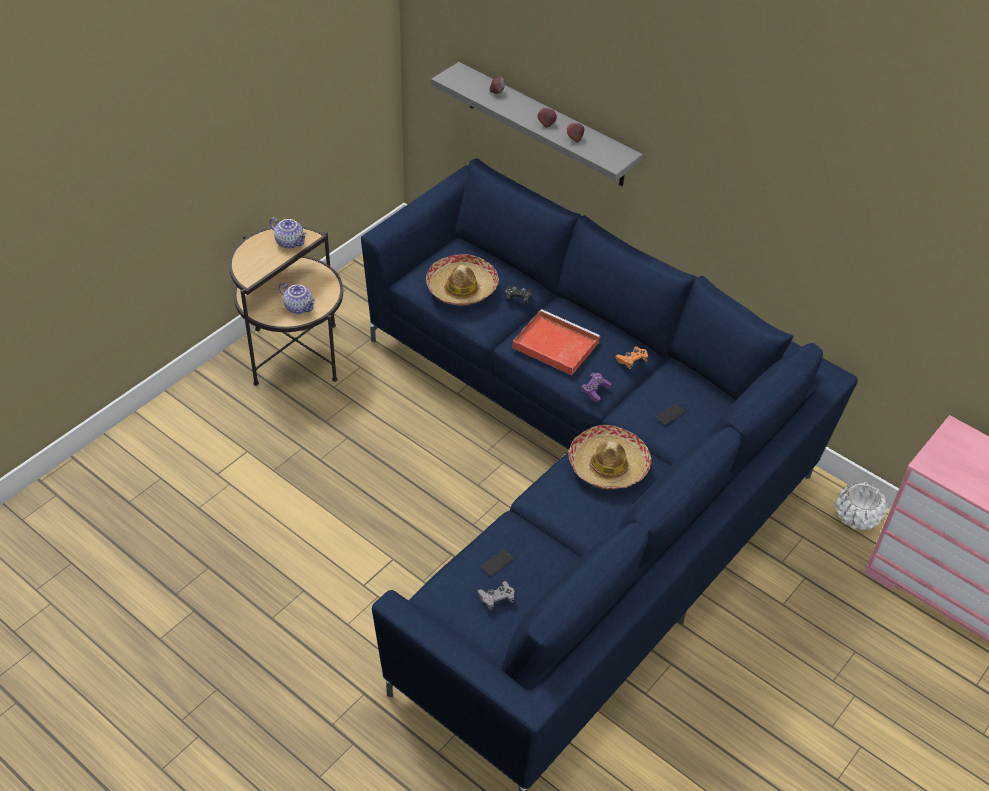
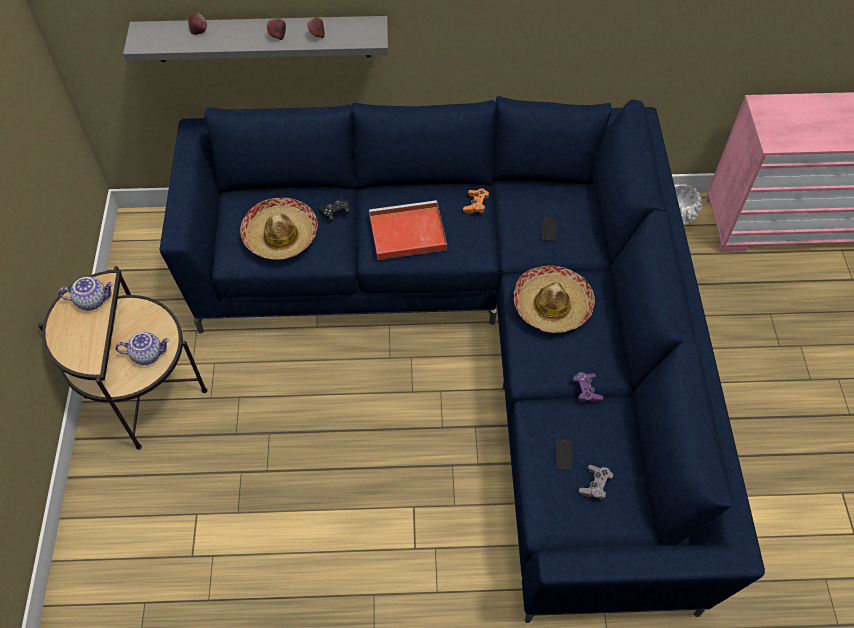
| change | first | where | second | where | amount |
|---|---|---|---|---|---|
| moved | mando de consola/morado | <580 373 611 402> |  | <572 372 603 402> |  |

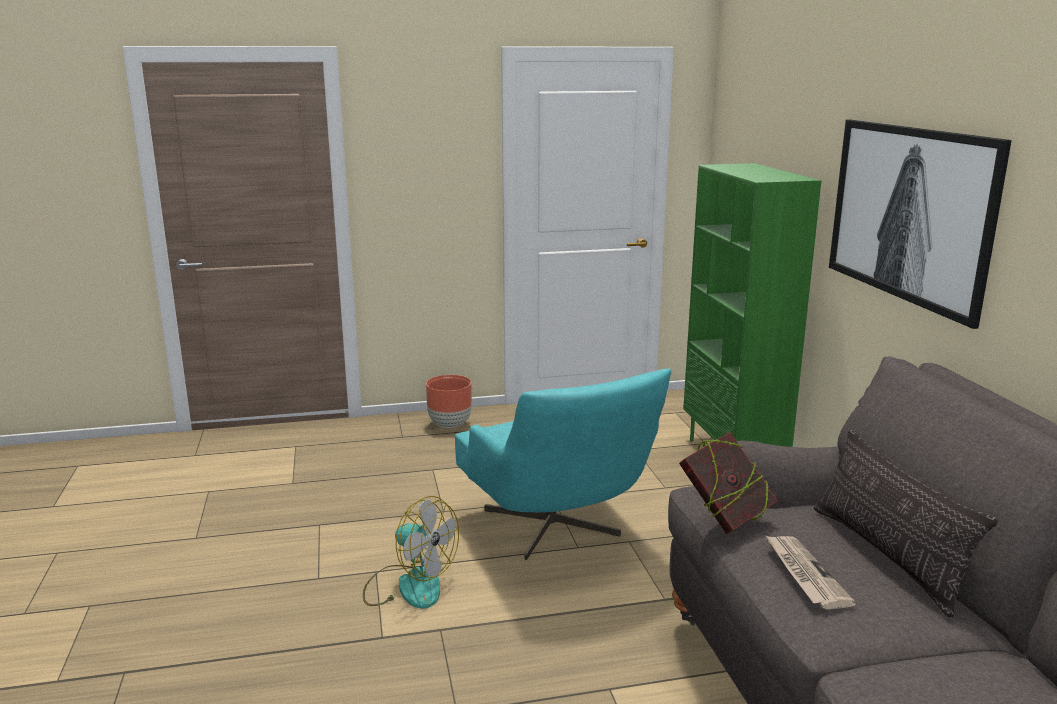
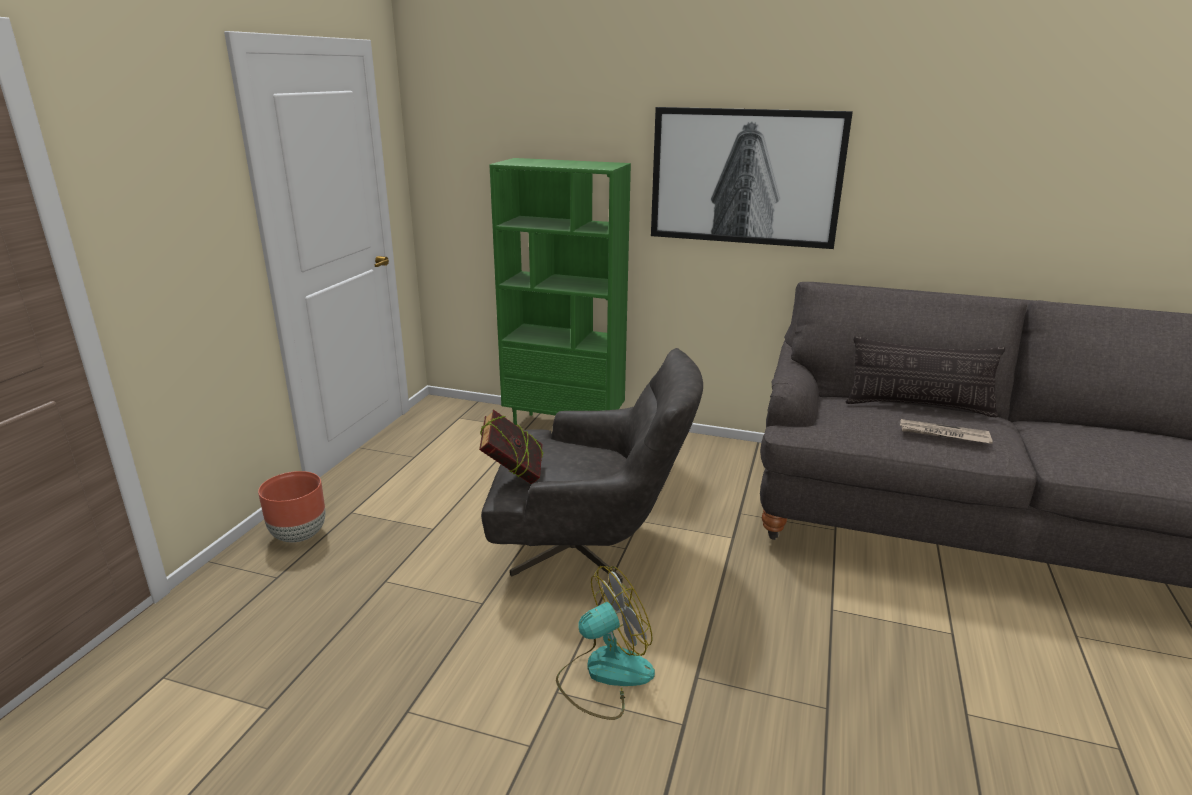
| change | first | where | second | where | amount |
|---|---|---|---|---|---|
| moved | libro | <679 432 778 534> |  | <479 409 543 484> |  |
| recoloured | sillón/turquesa | <455 368 671 560> | sillón/gris | <481 348 703 584> |  |

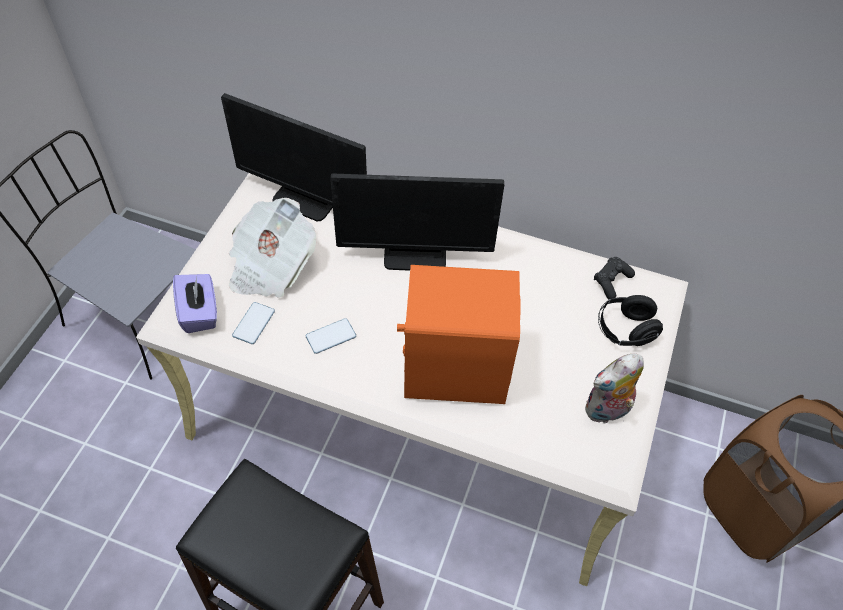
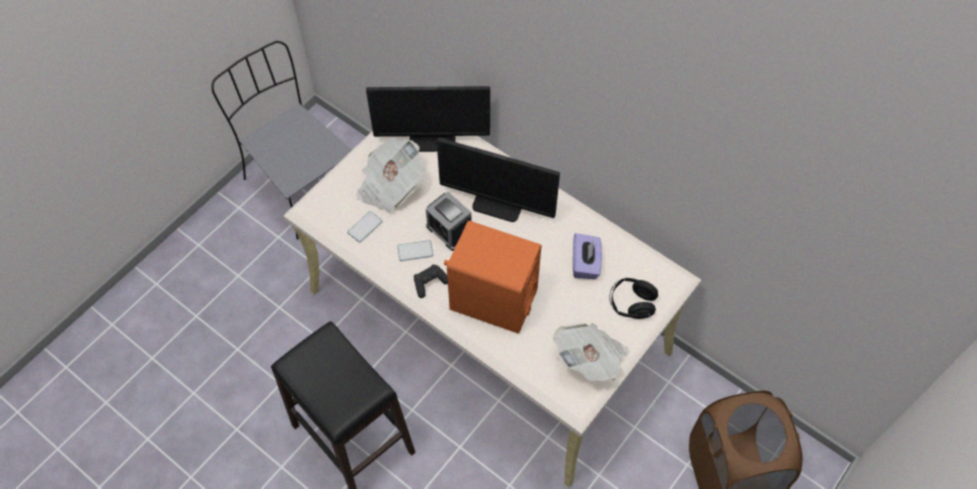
| change | first | where | second | where | amount |
|---|---|---|---|---|---|
| turned | monitor | <221 93 367 222> |  | <366 86 490 152> | 45 degrees counterclockwise |
| moved | mando de consola/negro | <594 257 635 299> |  | <414 264 448 298> |  |
| added |  |  | despertador | <426 192 472 251> |  |
| replaced | peluche | <585 354 644 424> | periódico | <553 323 629 381> |  |
| moved | caja de pañuelos/morado | <173 274 217 333> |  | <573 233 602 279> |  |

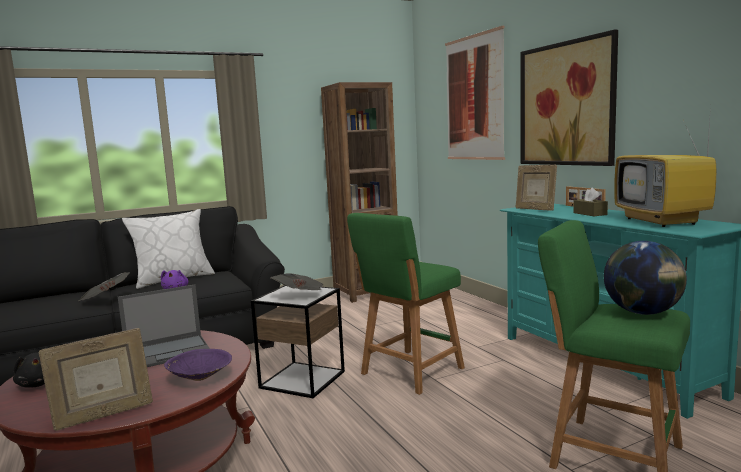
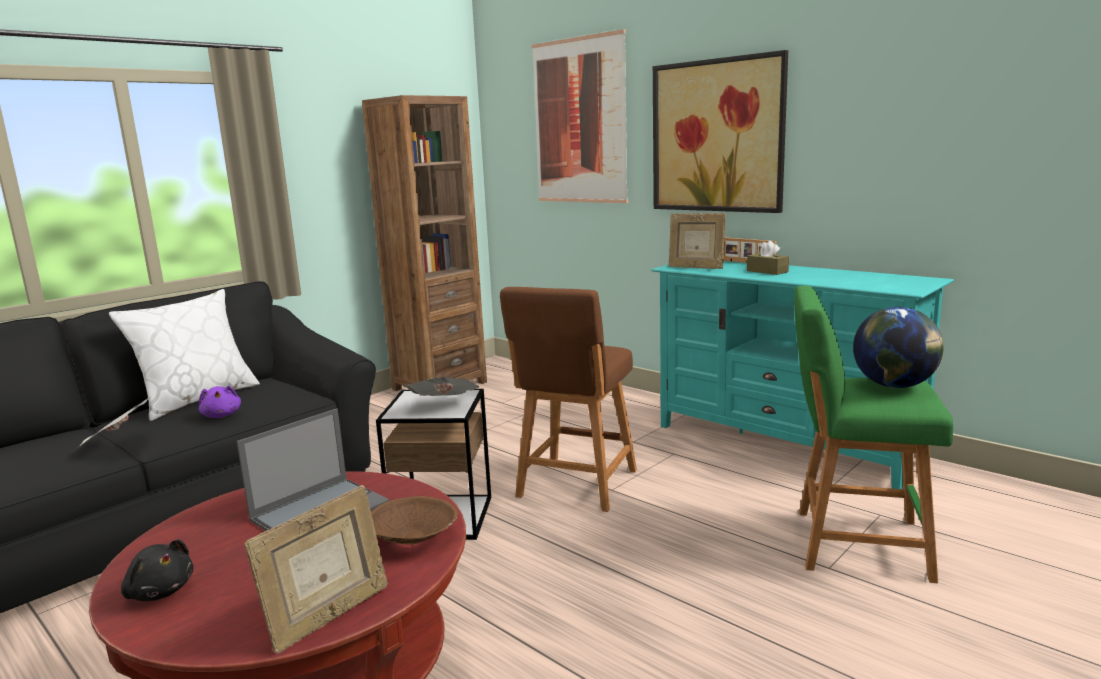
| change | first | where | second | where | amount |
|---|---|---|---|---|---|
| recoloured | cuenco/morado | <164 349 232 381> | cuenco/marrón | <371 496 458 545> |  |
| recoloured | taburete/verde | <347 213 465 395> | taburete/marrón | <500 287 637 512> |  |
| removed | televisor | <614 106 716 227> |  |  |  |

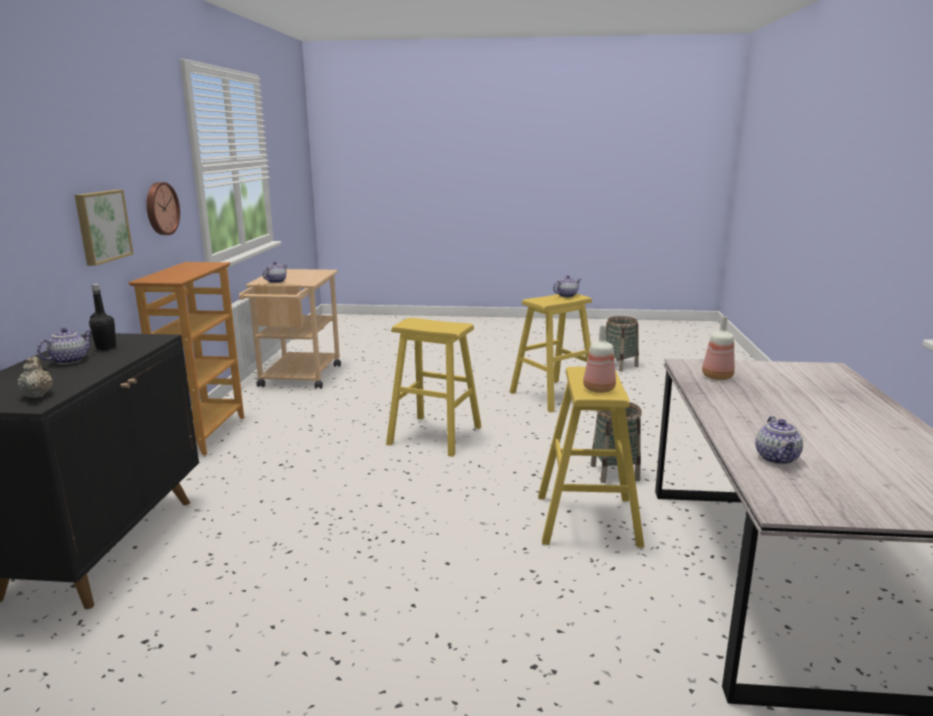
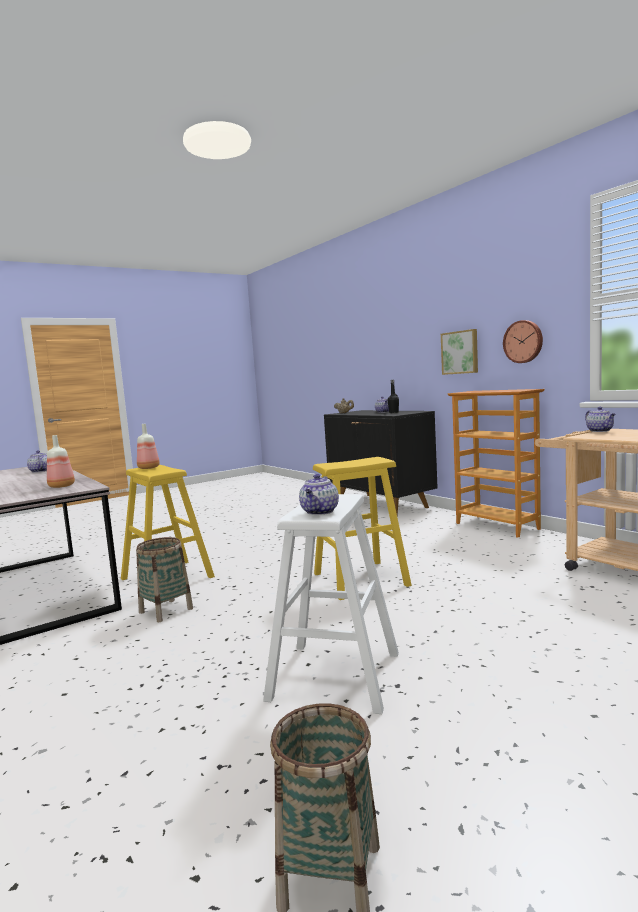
| change | first | where | second | where | amount |
|---|---|---|---|---|---|
| recoloured | taburete/amarillo | <510 294 592 412> | taburete/blanco | <263 494 399 714> |  |

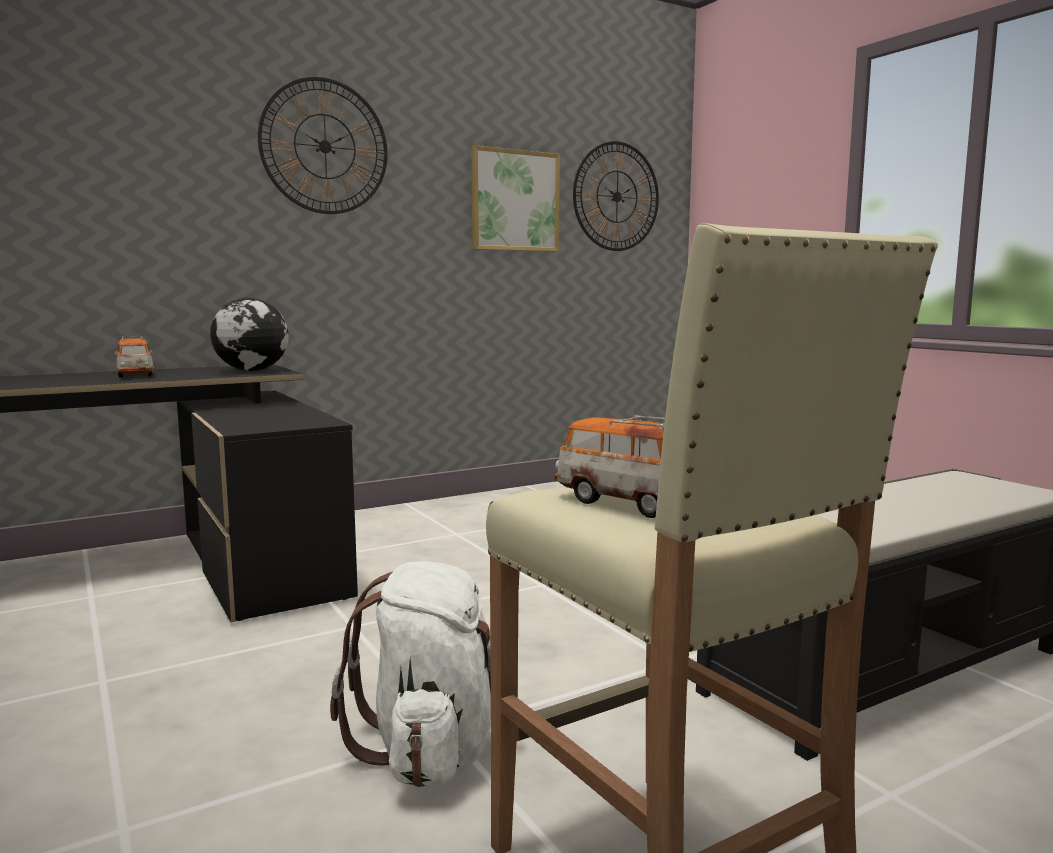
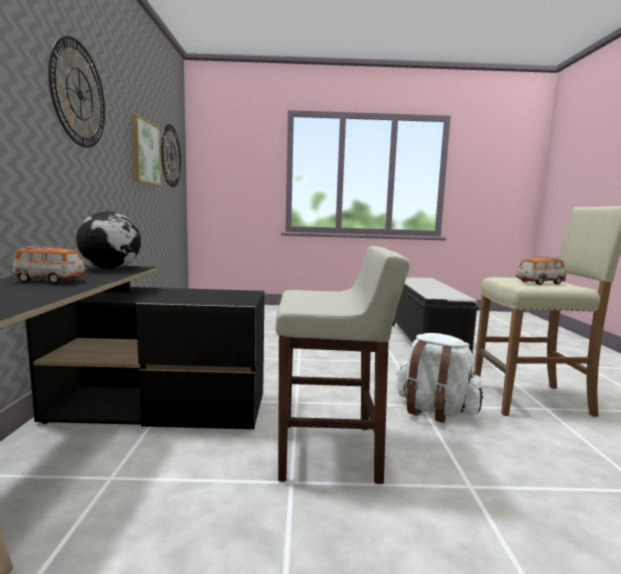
| change | first | where | second | where | amount |
|---|---|---|---|---|---|
| added |  |  | taburete/beis | <276 246 410 484> |  |

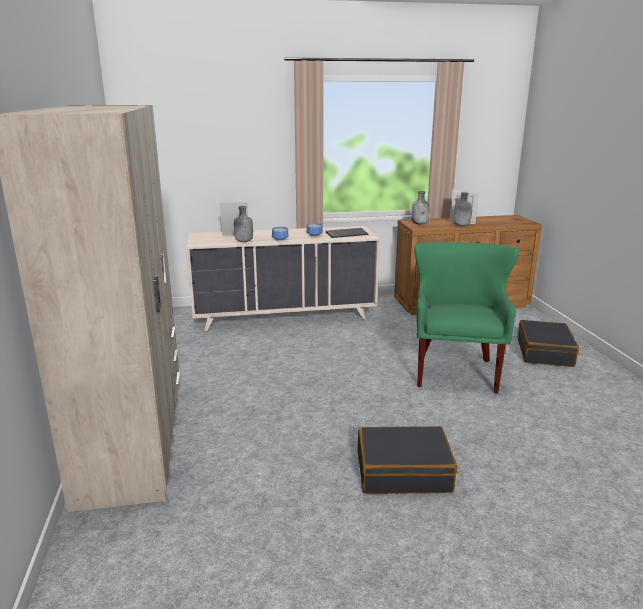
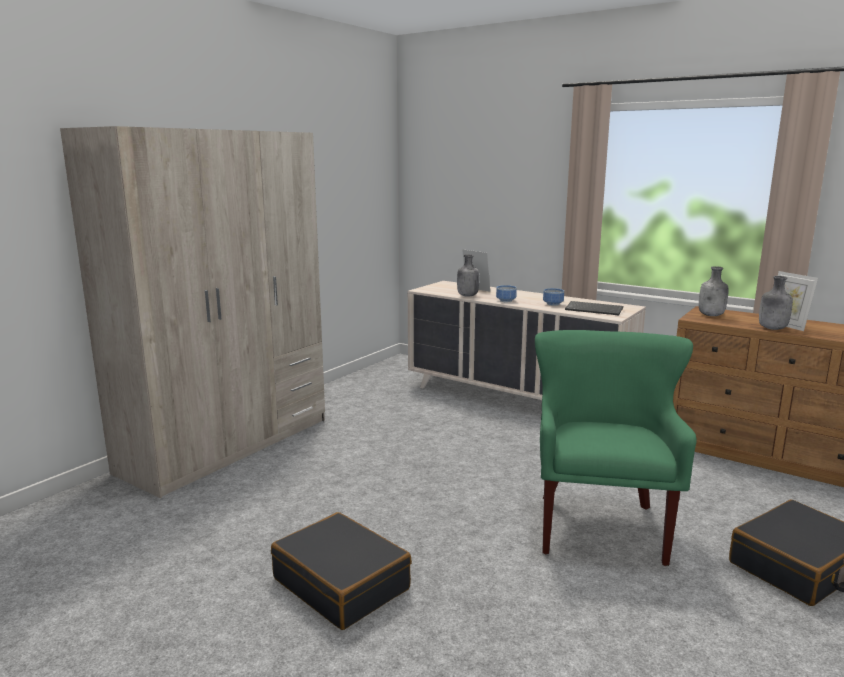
| change | first | where | second | where | amount |
|---|---|---|---|---|---|
| turned | sillón/verde | <414 242 519 393> |  | <535 330 697 566> | 45 degrees counterclockwise |

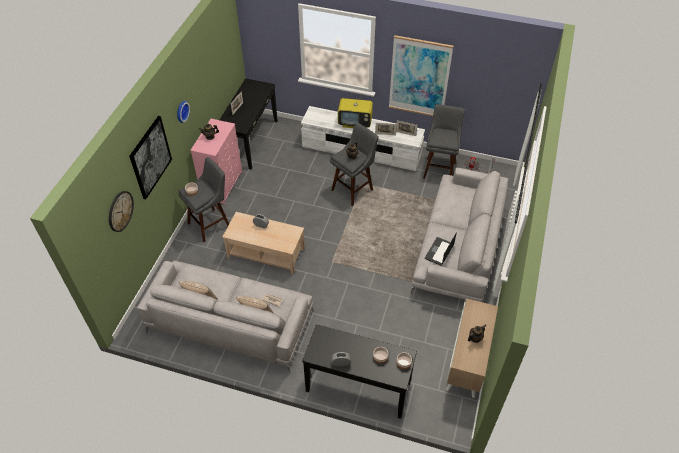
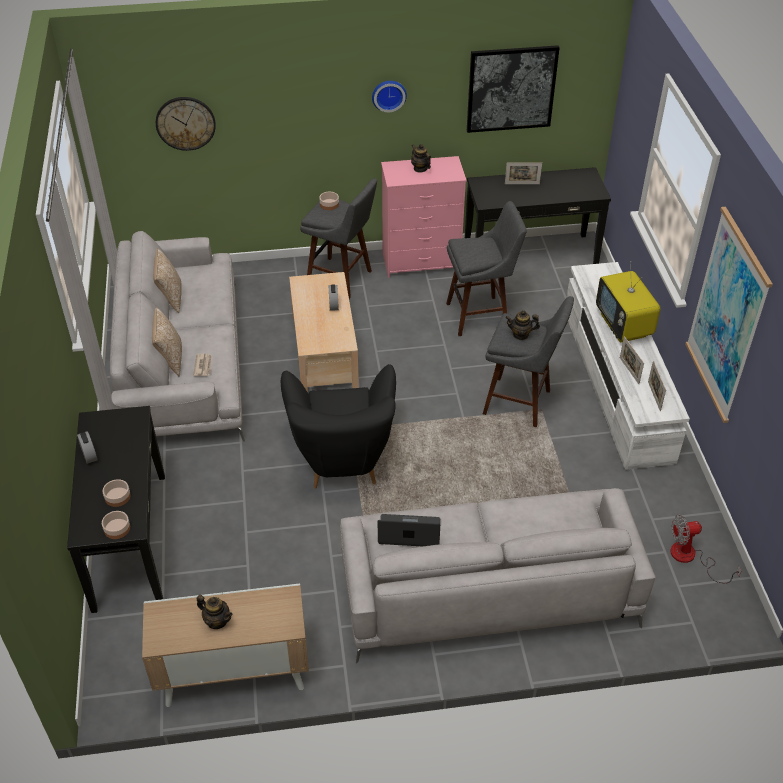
| change | first | where | second | where | amount |
|---|---|---|---|---|---|
| added |  |  | sillón/negro | <281 364 396 489> |  |
| moved | taburete/gris | <423 104 465 179> |  | <446 201 527 336> |  |
| moved | cuadro | <129 116 172 199> |  | <467 45 560 133> |  |

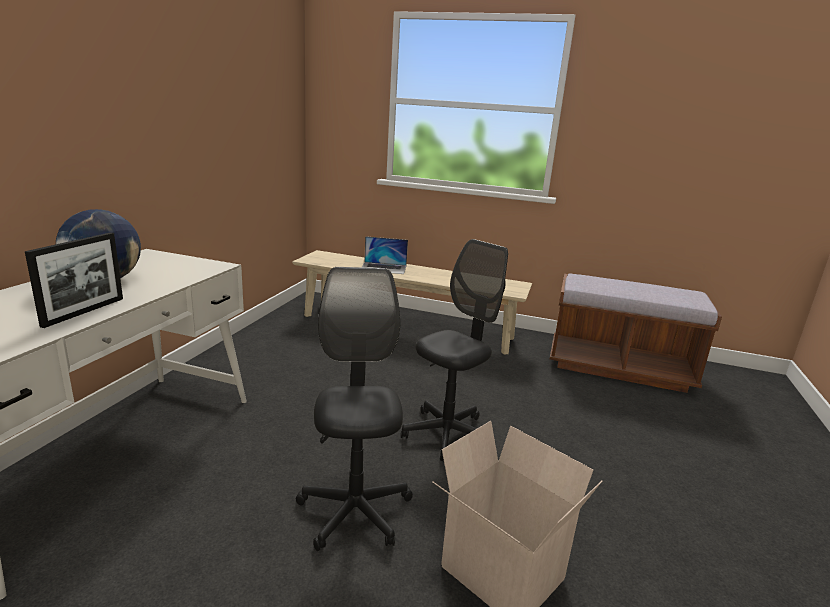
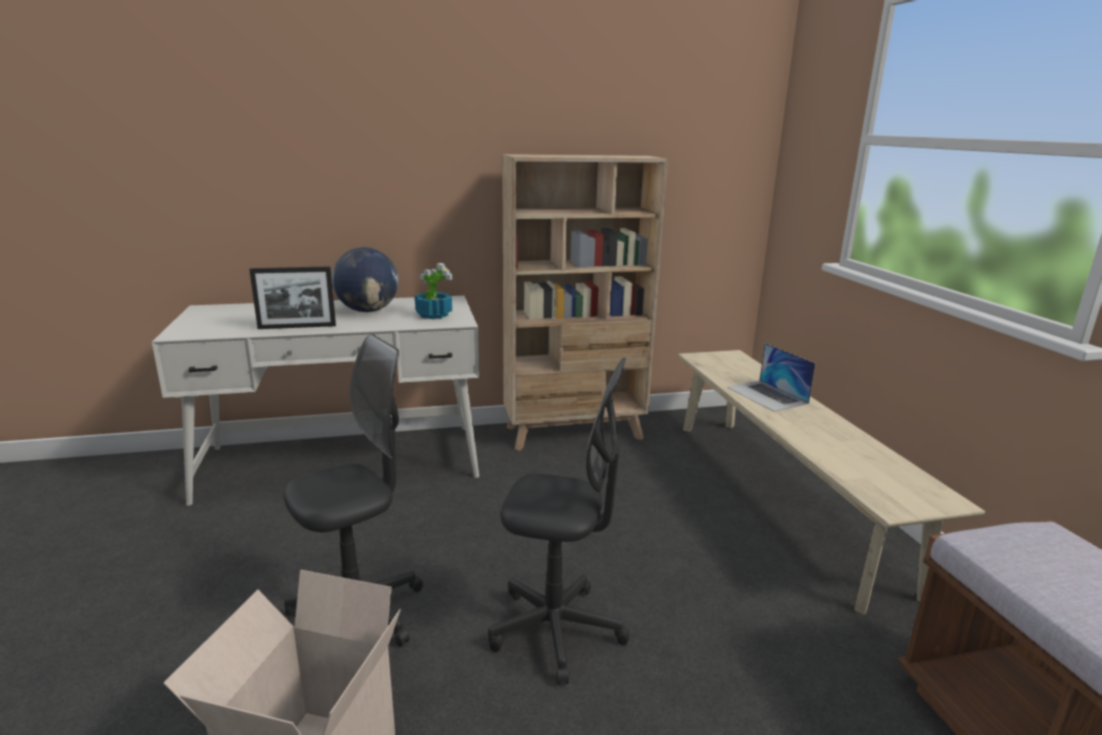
| change | first | where | second | where | amount |
|---|---|---|---|---|---|
| added |  |  | planta en maceta | <415 263 453 319> |  |
| added |  |  | estantería/beis | <502 154 668 451> |  |

